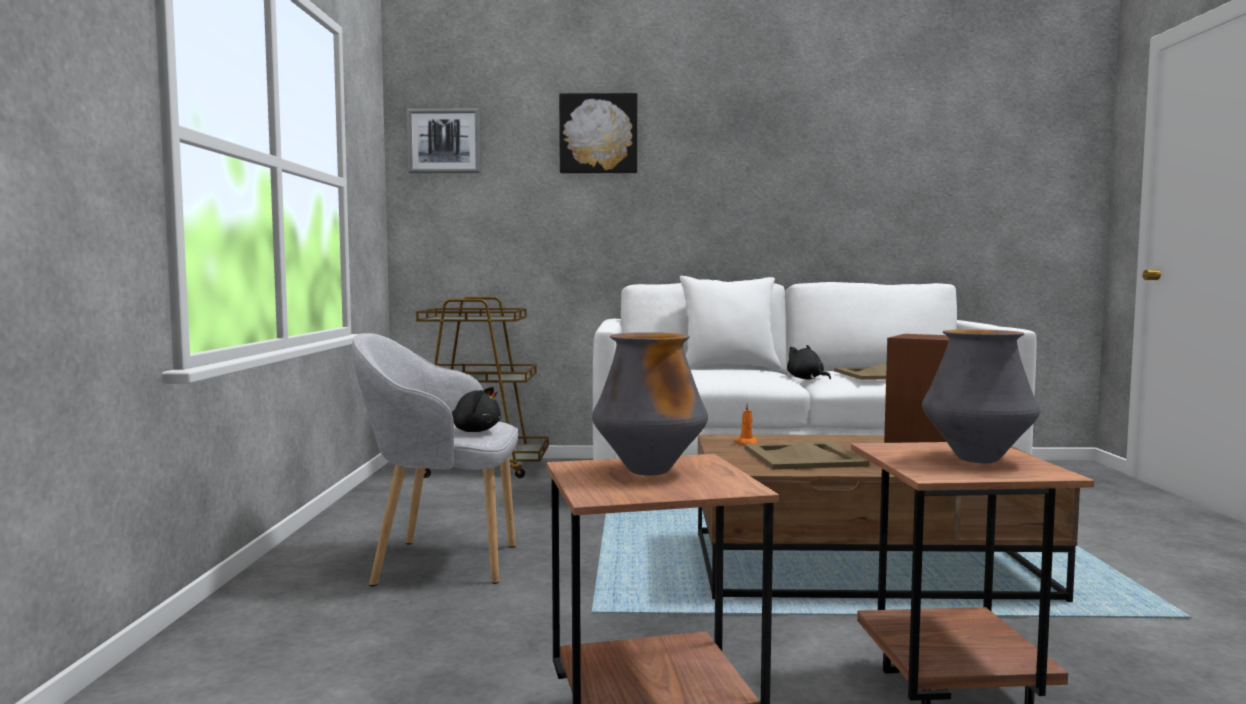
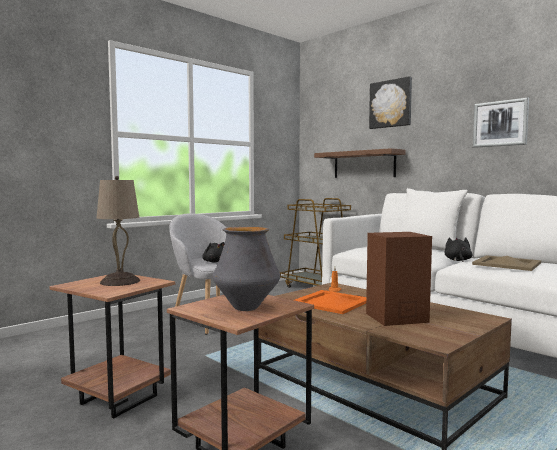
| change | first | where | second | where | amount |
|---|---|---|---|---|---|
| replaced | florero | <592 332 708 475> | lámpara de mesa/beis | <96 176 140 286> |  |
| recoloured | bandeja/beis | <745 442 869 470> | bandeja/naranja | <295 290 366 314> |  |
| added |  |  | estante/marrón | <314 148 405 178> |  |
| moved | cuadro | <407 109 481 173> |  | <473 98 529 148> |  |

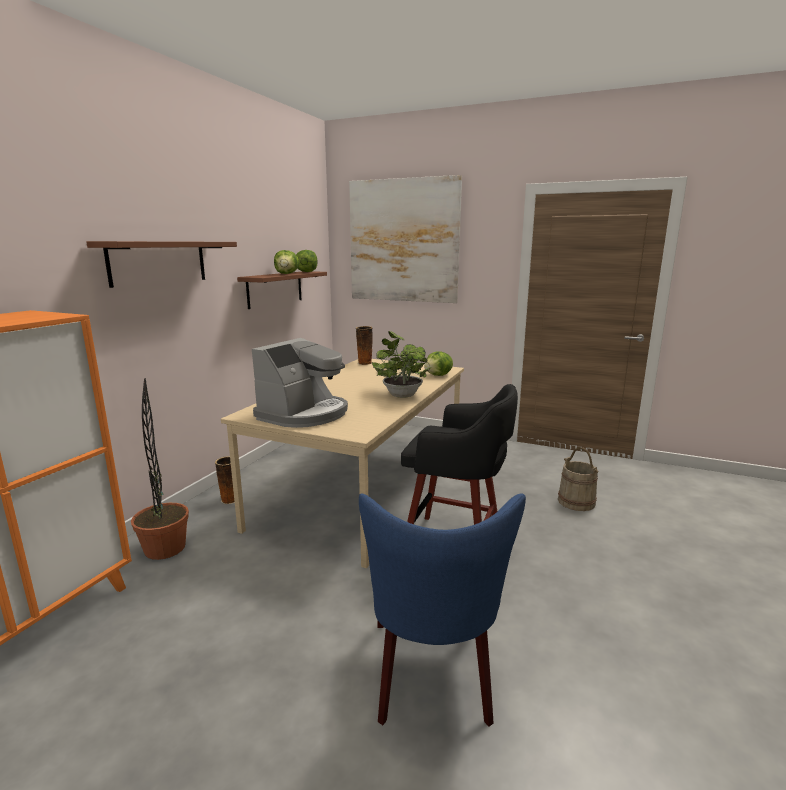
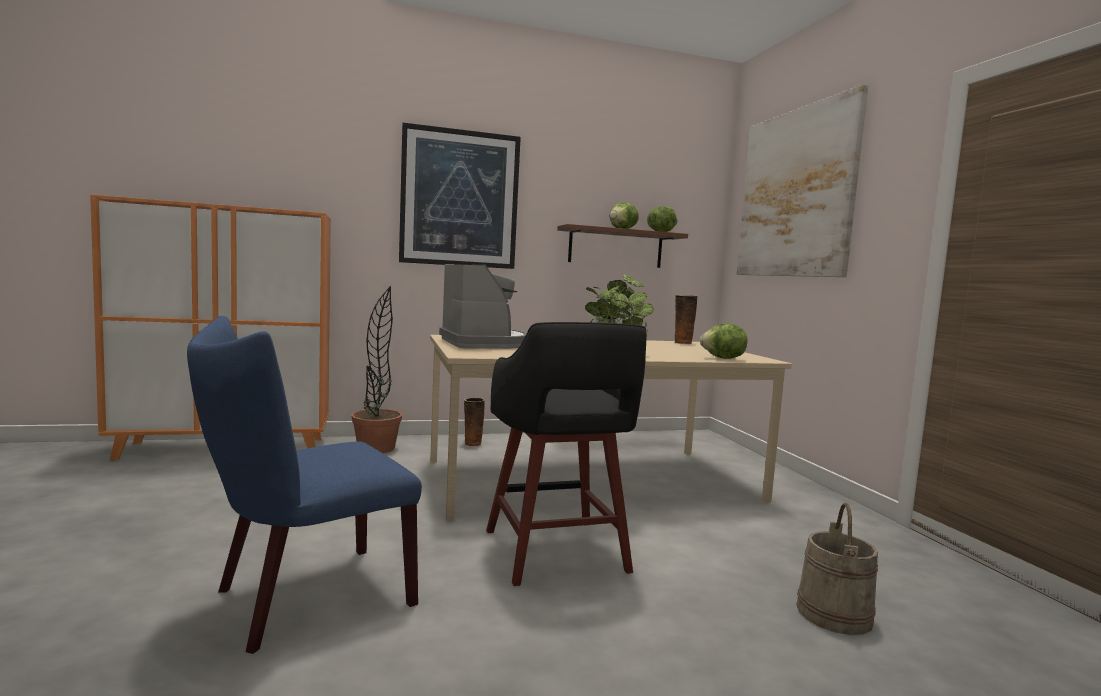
| change | first | where | second | where | amount |
|---|---|---|---|---|---|
| replaced | estante/marrón | <86 241 237 288> | cuadro | <399 123 521 269> |  |
| turned | cafetera | <252 338 348 428> |  | <439 264 527 349> | 105 degrees counterclockwise |

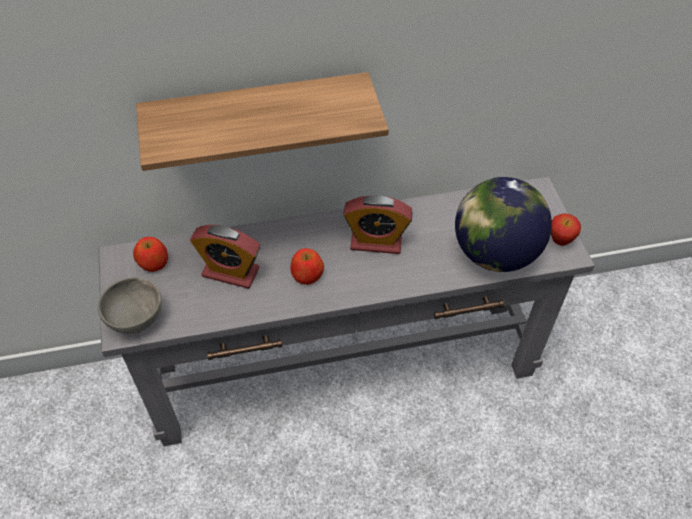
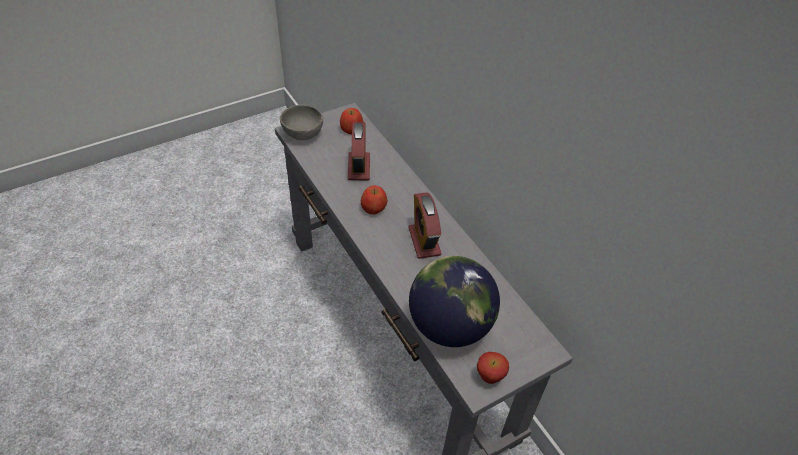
| change | first | where | second | where | amount |
|---|---|---|---|---|---|
| removed | estante | <136 72 389 171> |  |  |  |

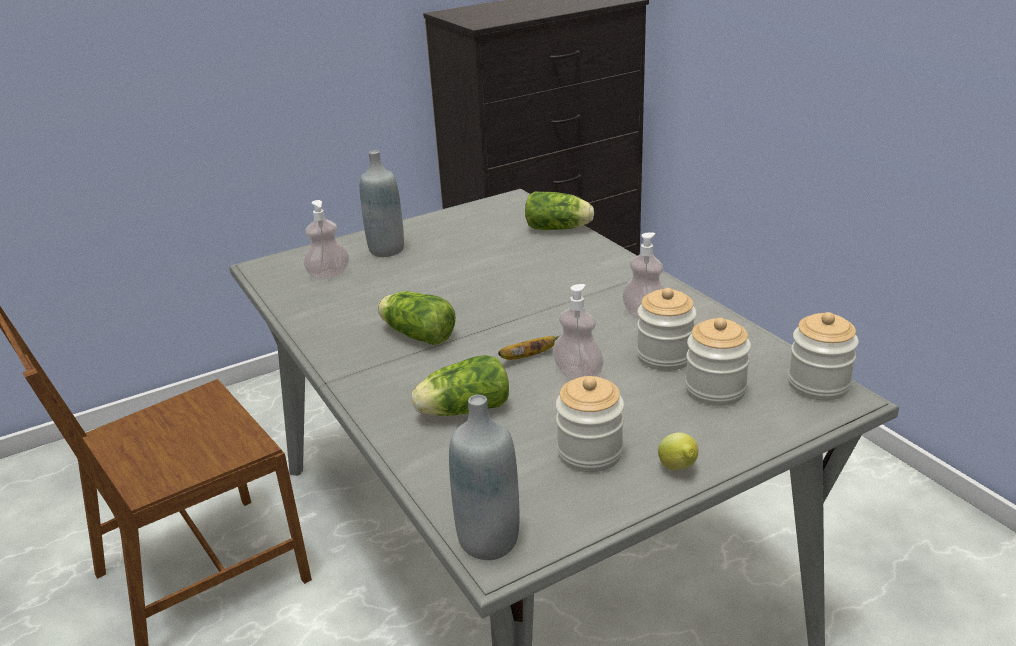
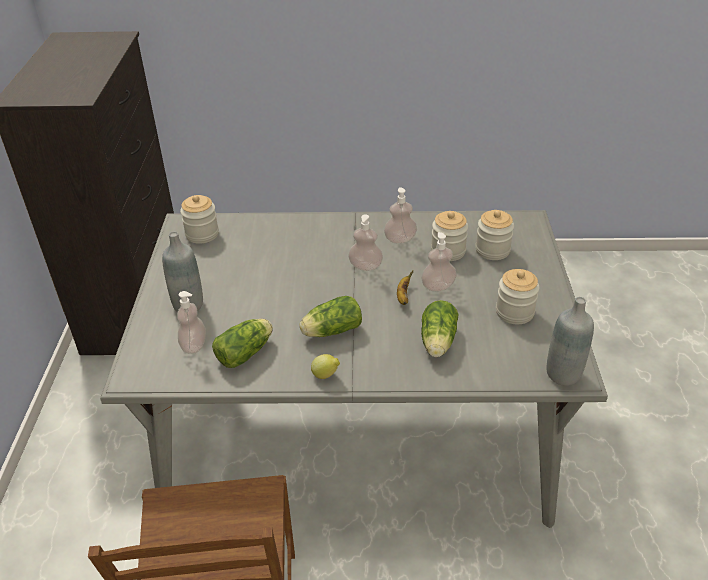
| change | first | where | second | where | amount |
|---|---|---|---|---|---|
| moved | tarro | <788 312 859 400> |  | <180 195 219 244> |  |
| moved | lechuga | <525 191 594 230> |  | <212 319 273 368> |  |
| moved | limón | <658 432 698 471> |  | <311 354 340 379> |  |
| added |  |  | dispensador de jabón | <348 214 383 271> |  |

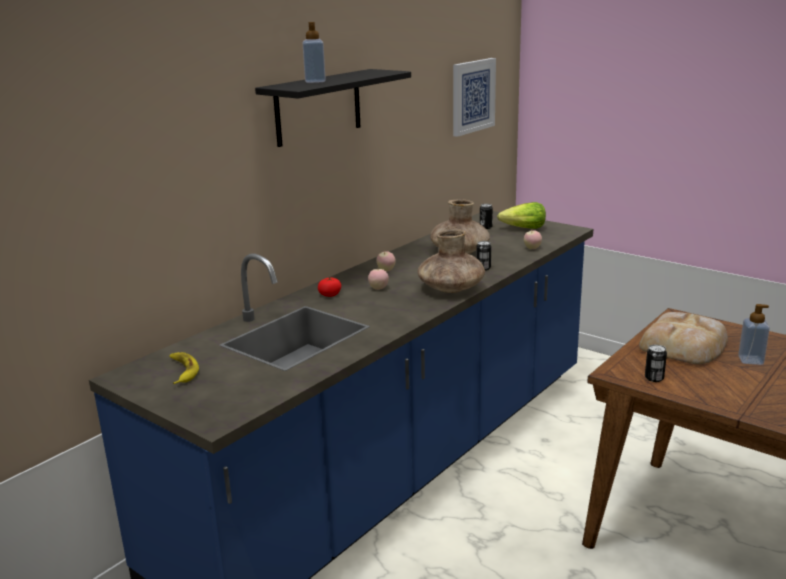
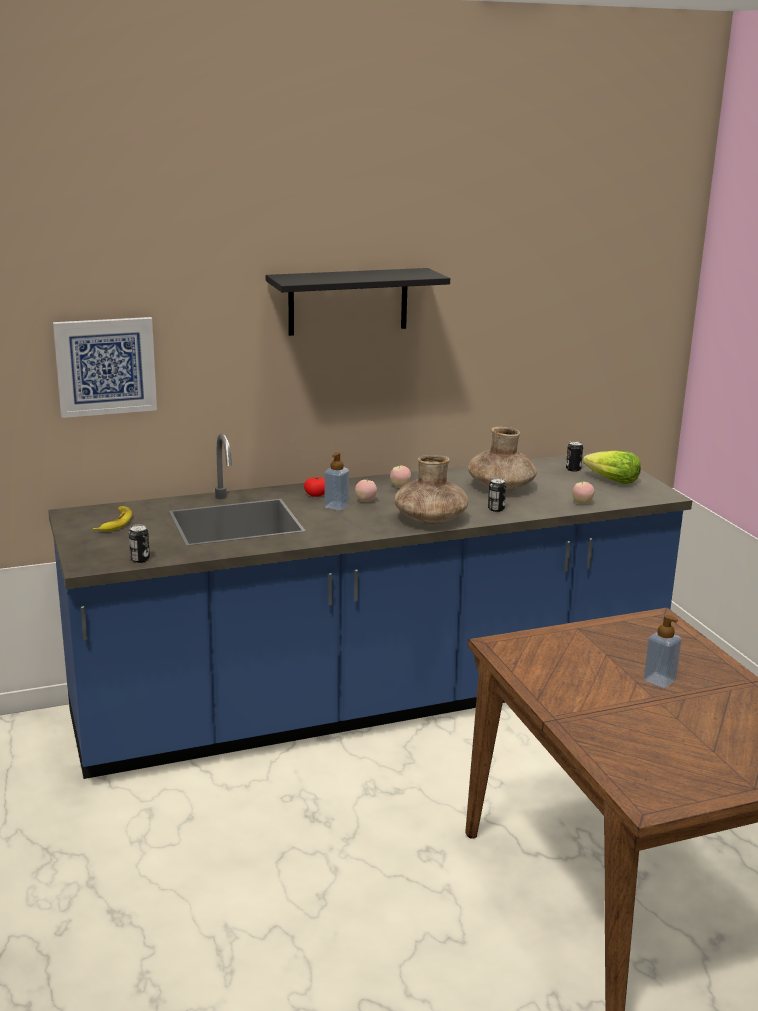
| change | first | where | second | where | amount |
|---|---|---|---|---|---|
| moved | cuadro | <453 58 496 137> |  | <53 317 157 418> |  |
| moved | lata | <645 344 667 382> |  | <129 524 150 563> |  |
| moved | dispensador de jabón | <302 22 326 83> |  | <324 452 349 511> |  |
| removed | pan | <639 312 728 364> |  |  |  |

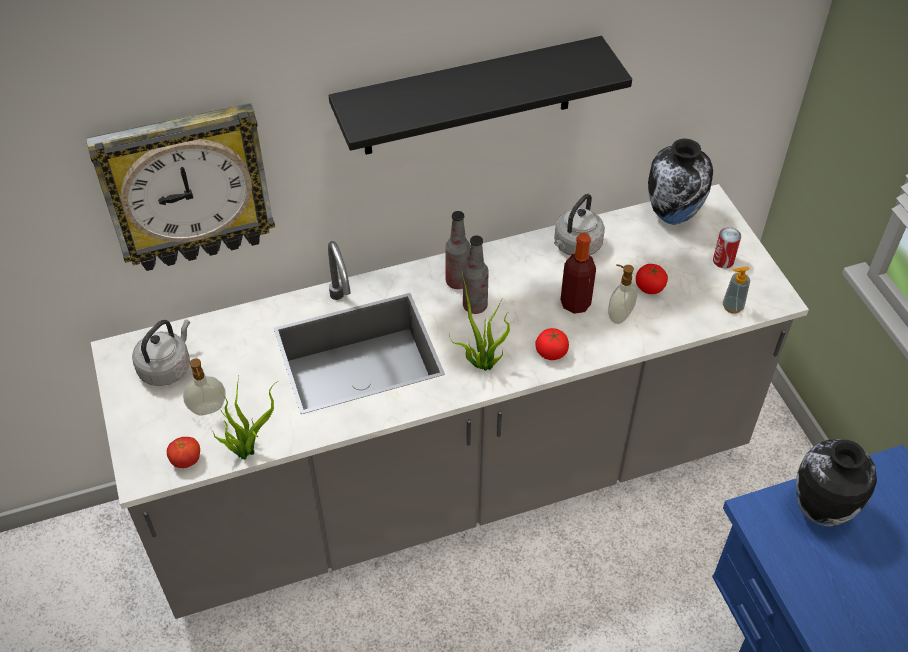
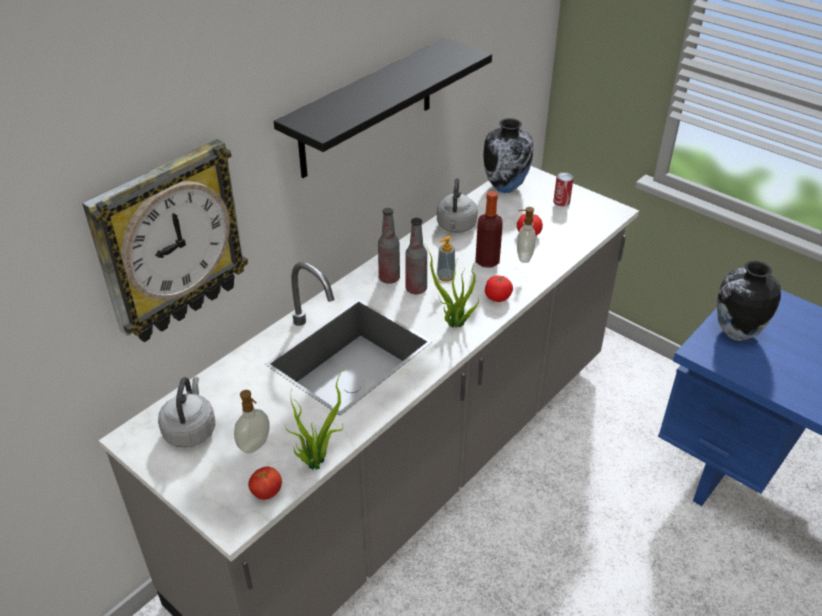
| change | first | where | second | where | amount |
|---|---|---|---|---|---|
| moved | dispensador de jabón | <723 266 750 314> |  | <437 235 455 282> |  |

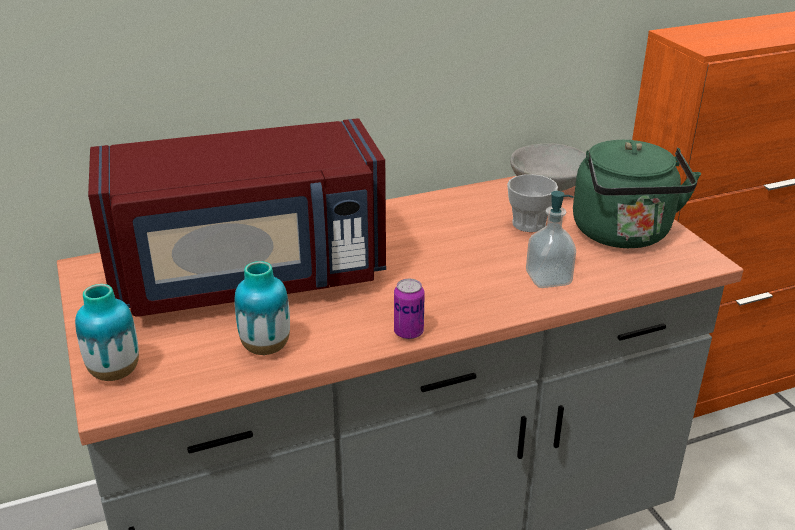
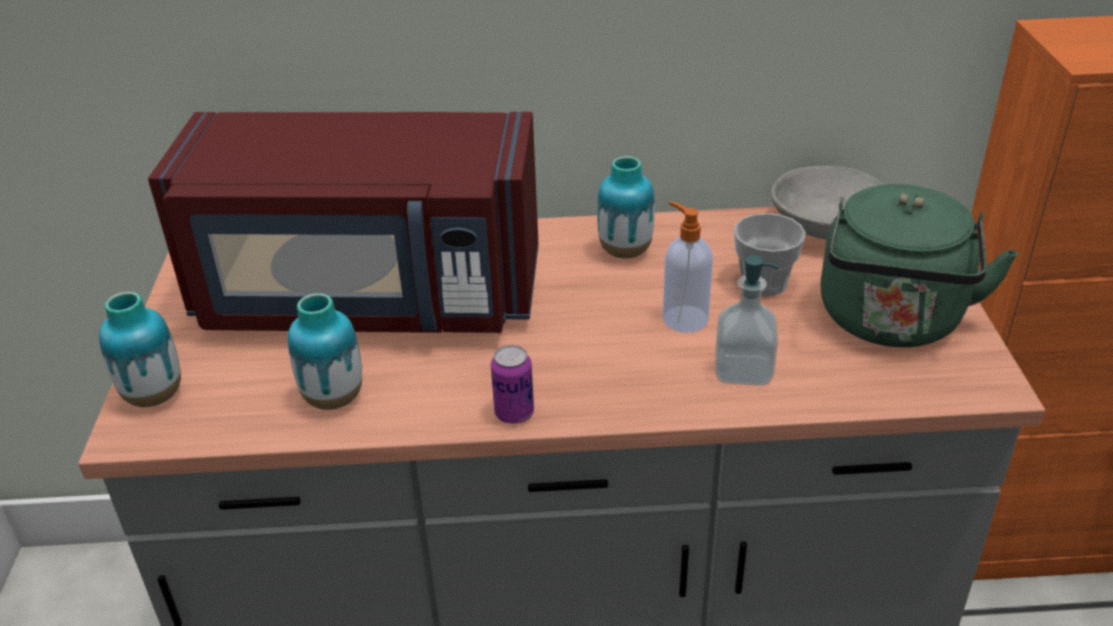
| change | first | where | second | where | amount |
|---|---|---|---|---|---|
| added |  |  | florero | <597 156 655 258> |  |
| added |  |  | dispensador de jabón | <663 202 713 333> |  |

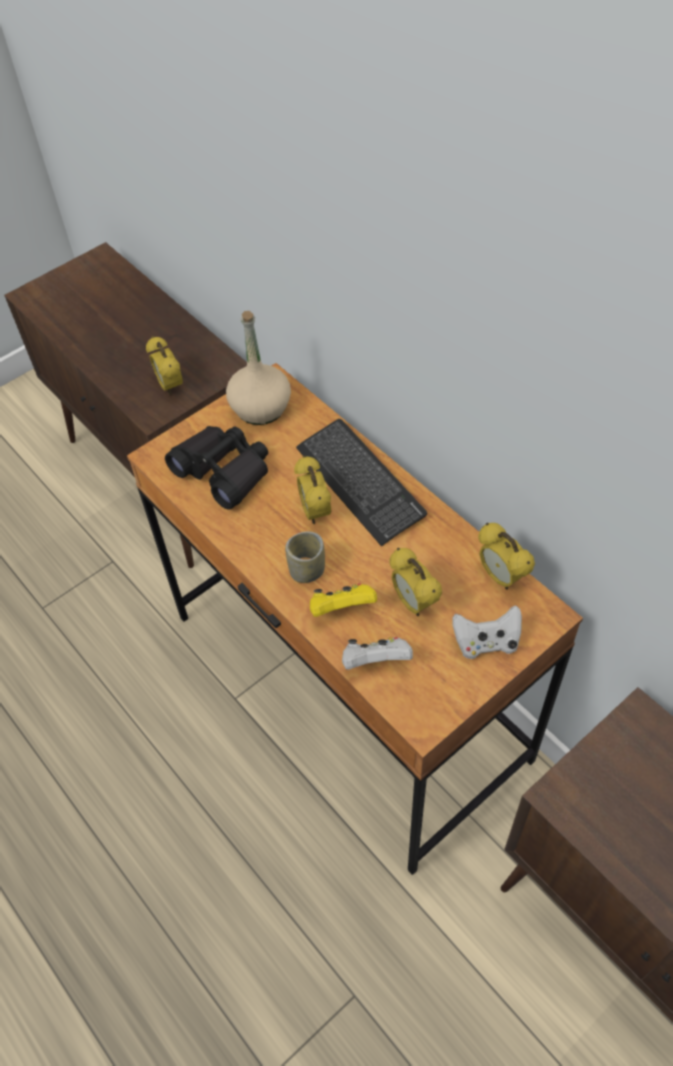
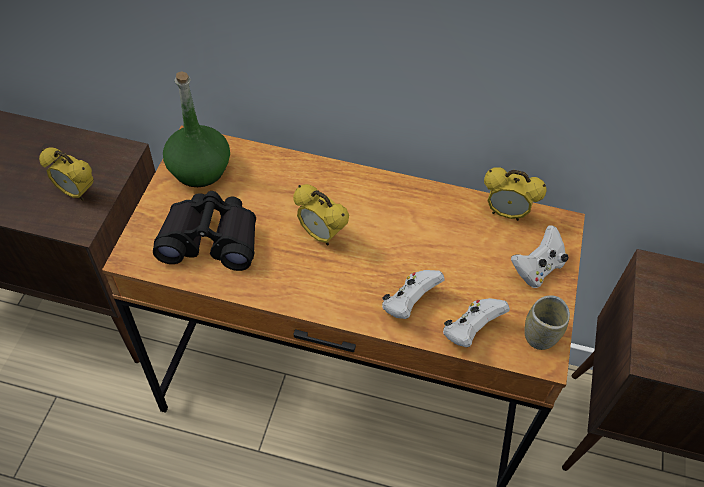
| change | first | where | second | where | amount |
|---|---|---|---|---|---|
| recoloured | botella/beis | <226 311 291 425> | botella/verde | <163 71 230 187> |  |
| recoloured | mando de consola/amarillo | <310 583 377 617> | mando de consola/blanco | <382 270 445 319> |  |
| moved | taza | <285 531 325 583> |  | <524 295 570 350> |  |
| removed | teclado | <296 419 427 547> |  |  |  |
| removed | despertador | <389 548 442 616> |  |  |  |

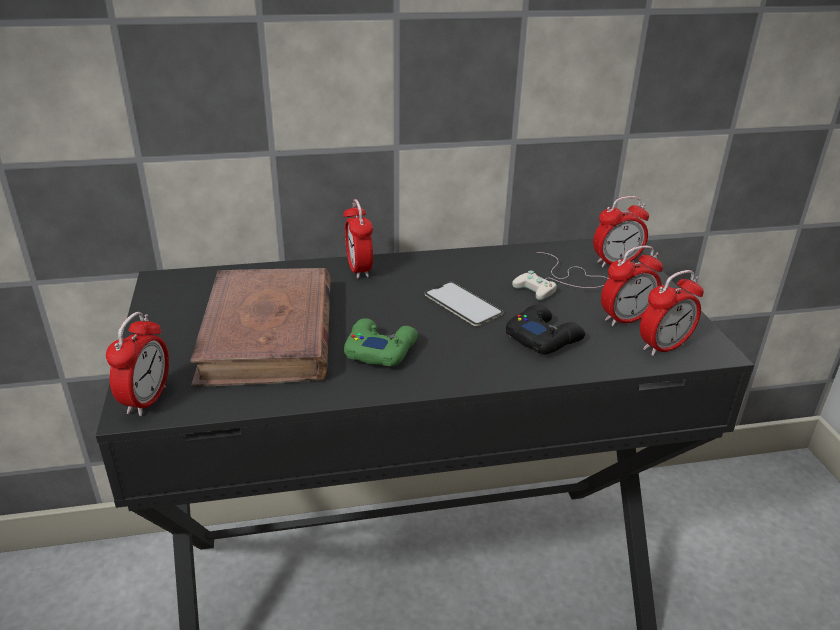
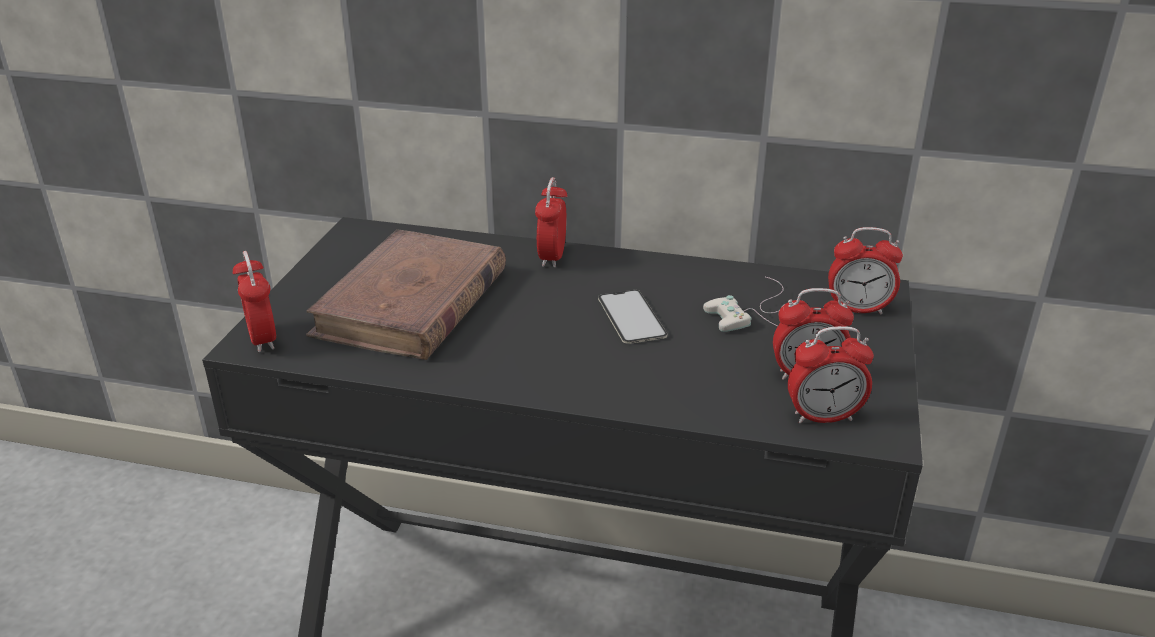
| change | first | where | second | where | amount |
|---|---|---|---|---|---|
| turned | despertador | <106 312 169 416> |  | <233 251 276 352> | 120 degrees clockwise |
| removed | mando de consola/verde | <344 318 418 366> |  |  |  |
| removed | mando de consola/negro | <506 304 585 354> |  |  |  |

